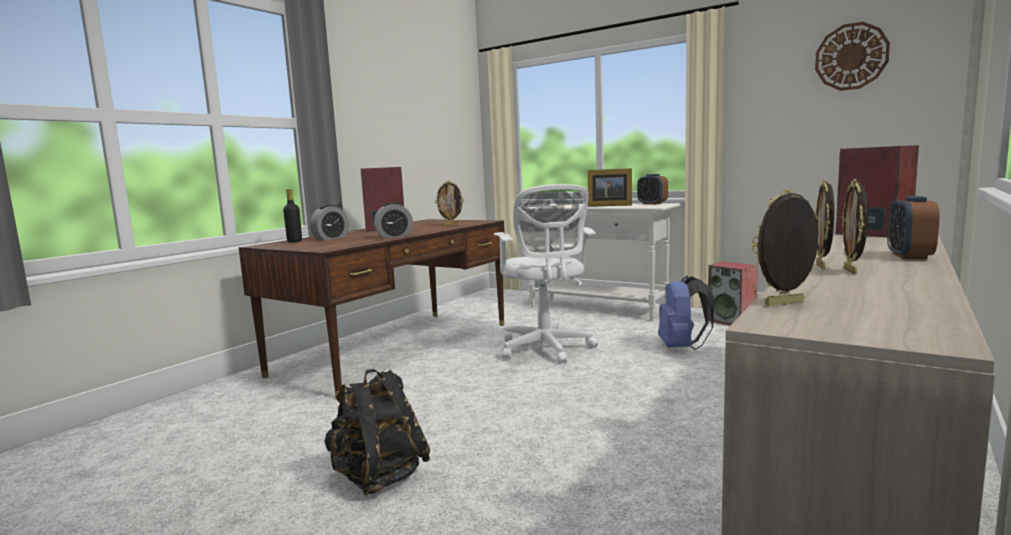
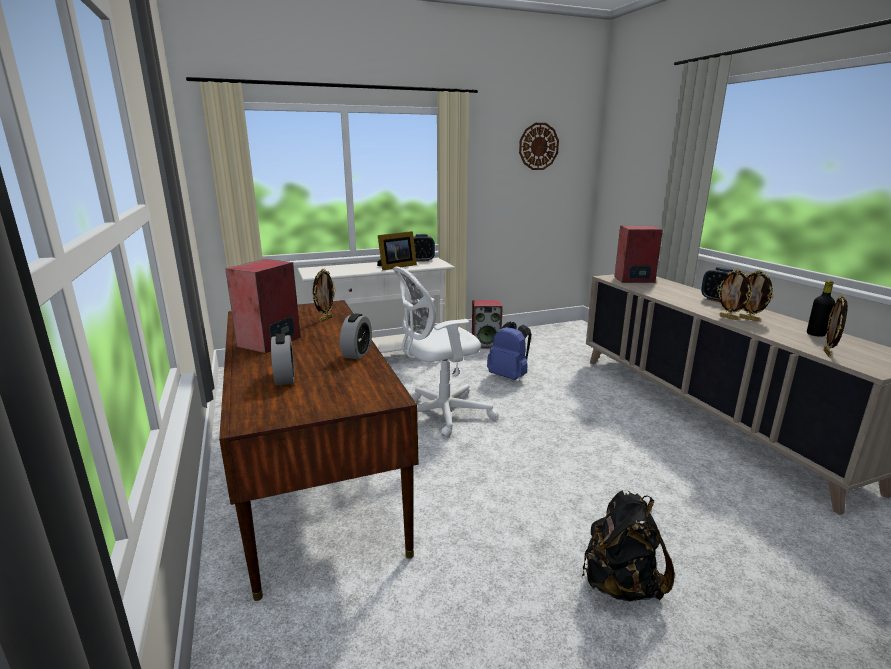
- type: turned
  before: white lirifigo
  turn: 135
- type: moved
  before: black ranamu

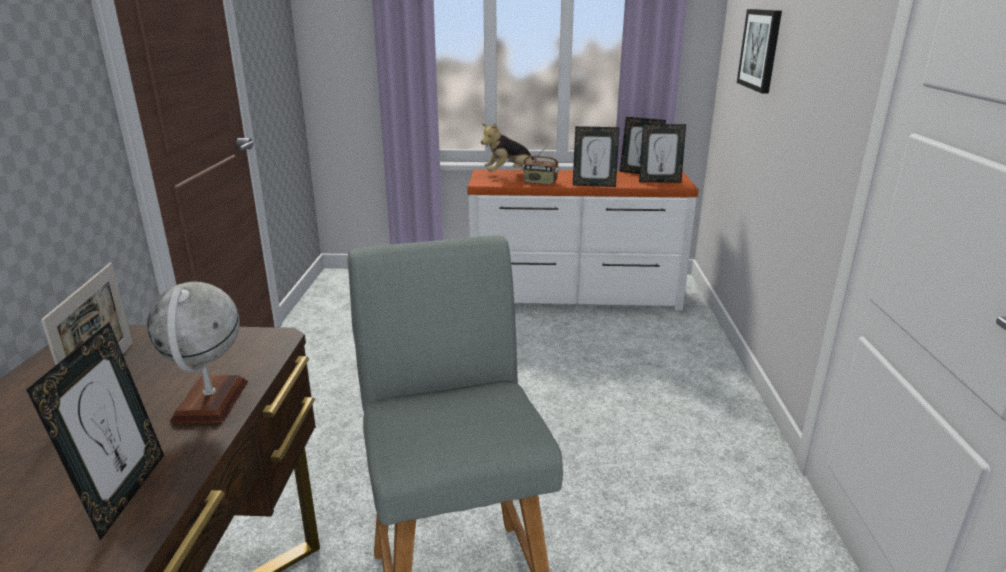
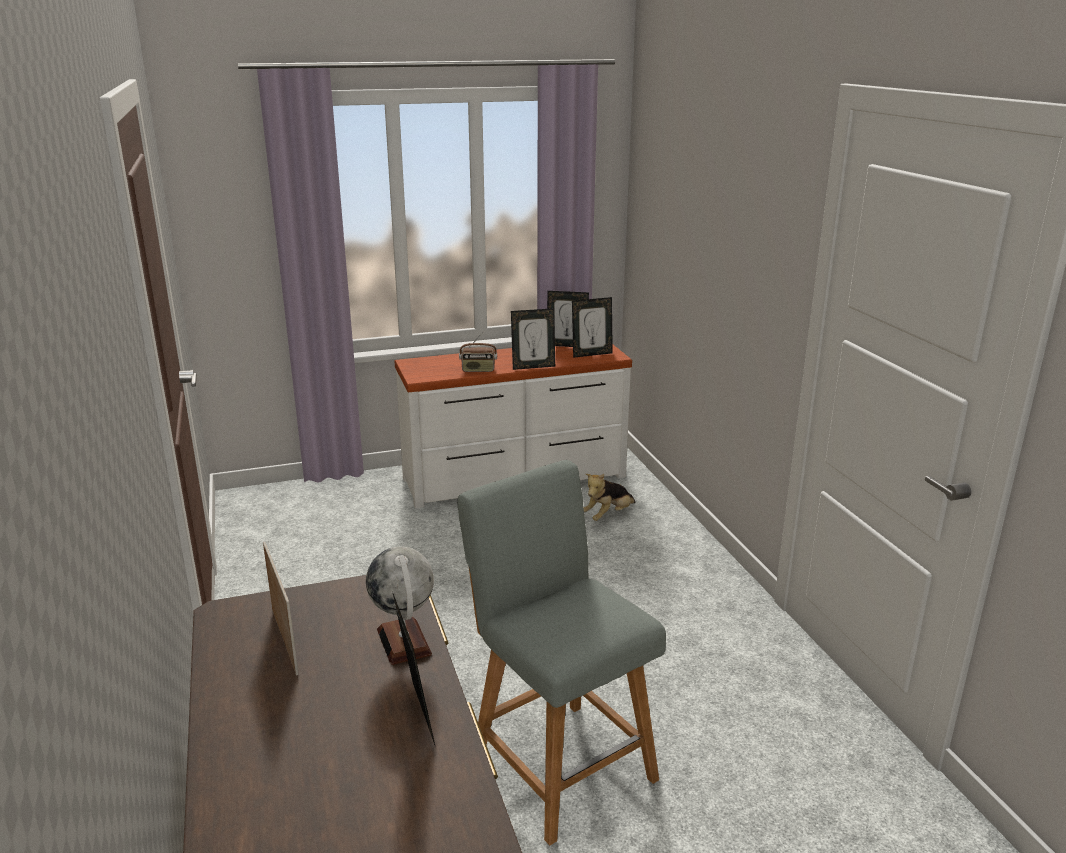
- type: moved
  before: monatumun
- type: removed
  before: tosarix

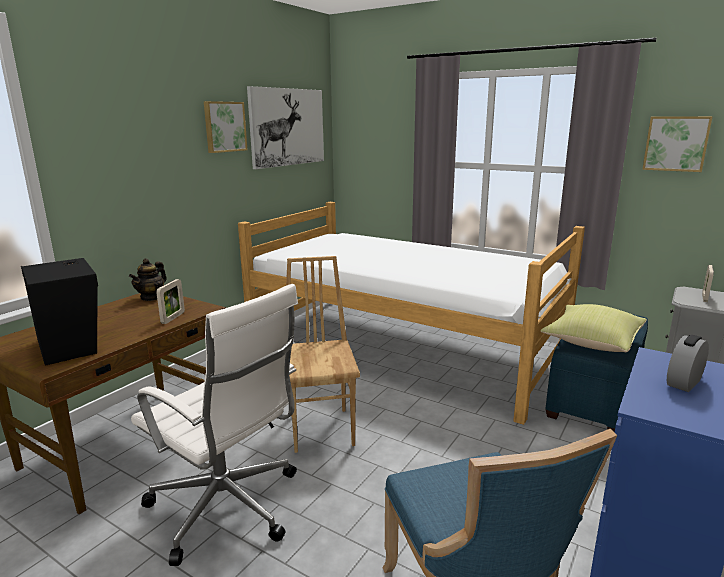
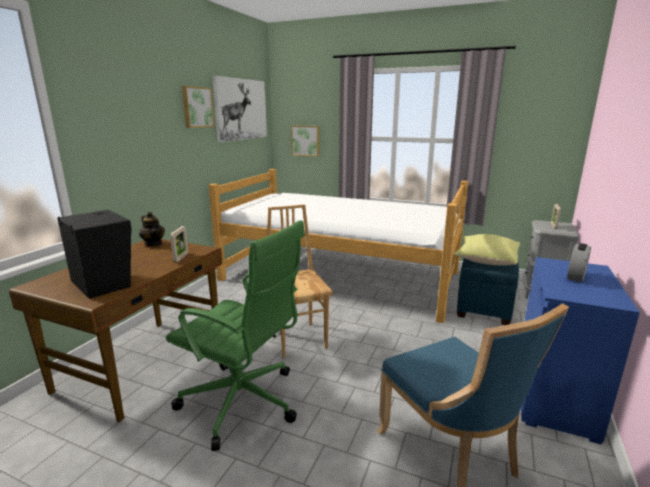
- type: turned
  before: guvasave
  turn: -60
- type: recoloured
  before: white lirifigo
  after: green lirifigo
- type: moved
  before: tosarix (3rd from left)

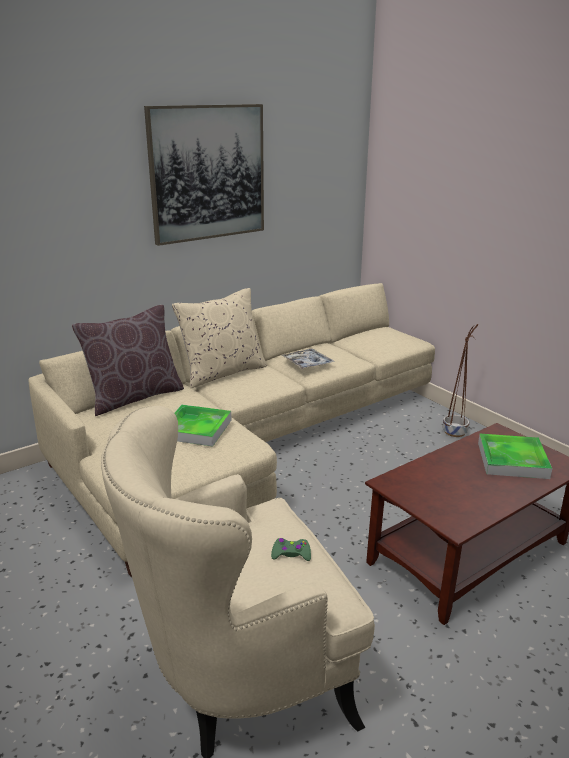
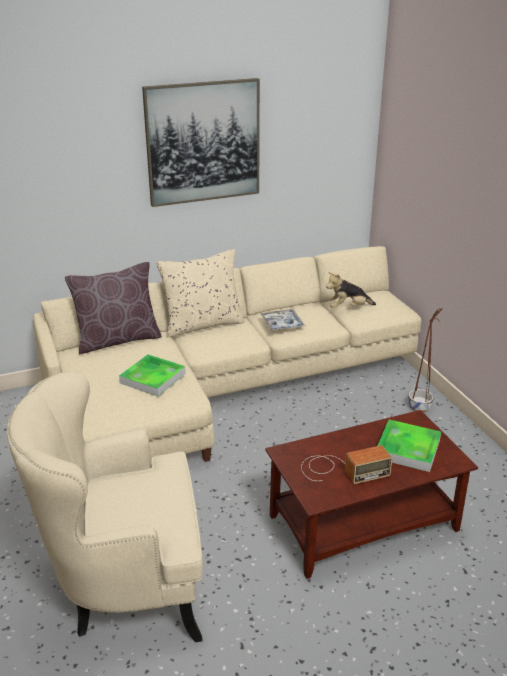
- type: added
  after: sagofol
- type: added
  after: monatumun
- type: removed
  before: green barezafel

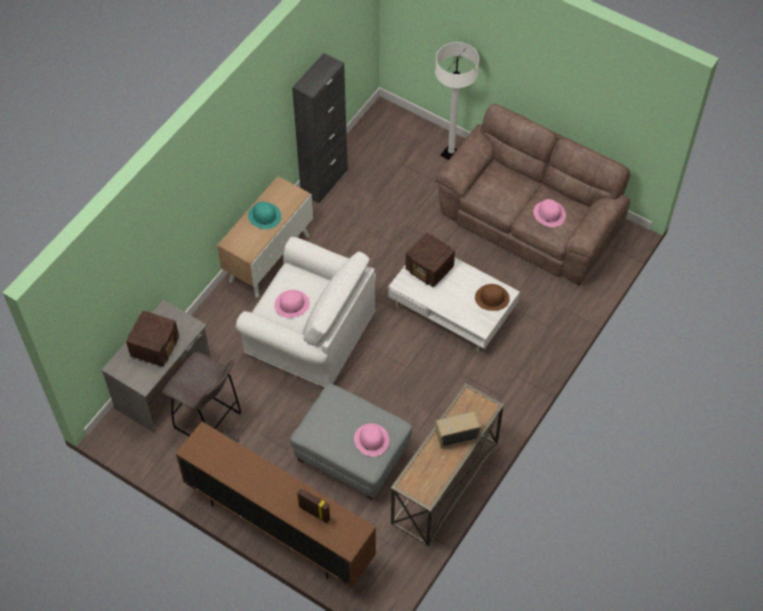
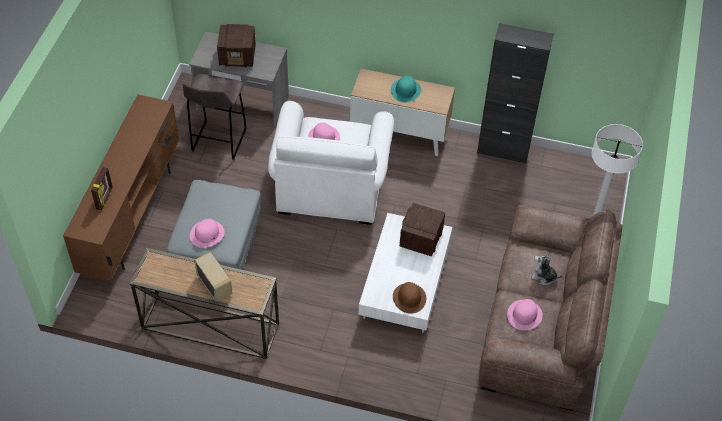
- type: added
  after: monatumun

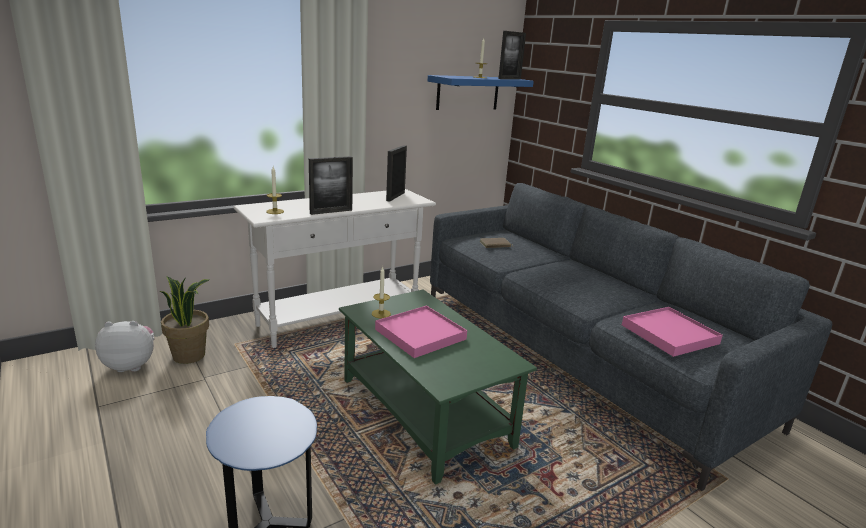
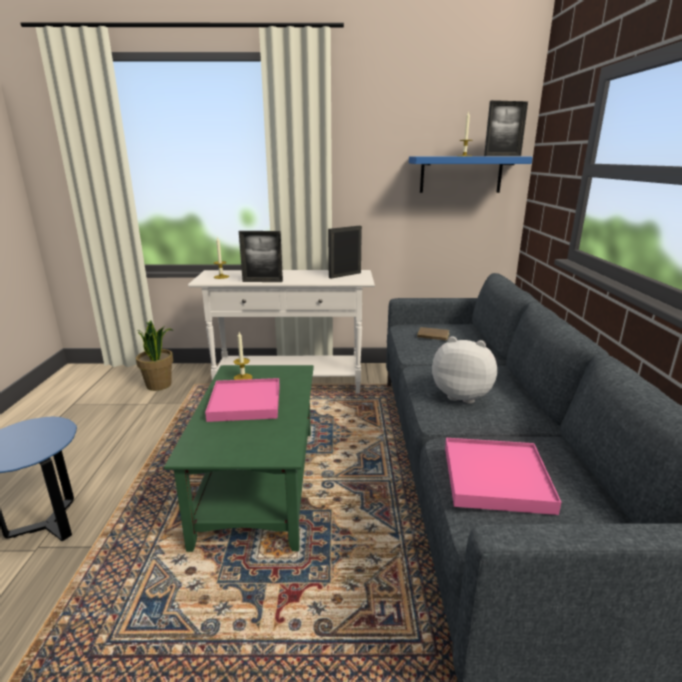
- type: moved
  before: monatumun

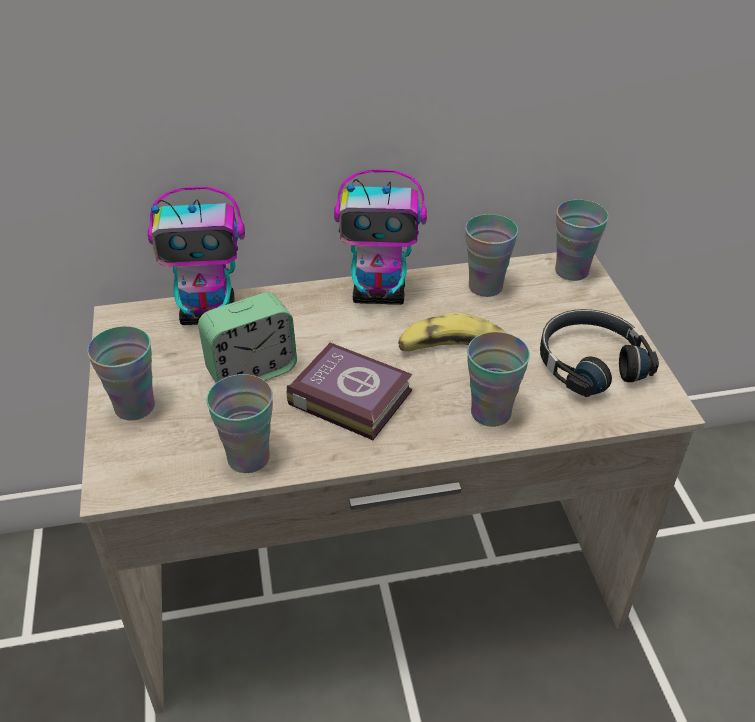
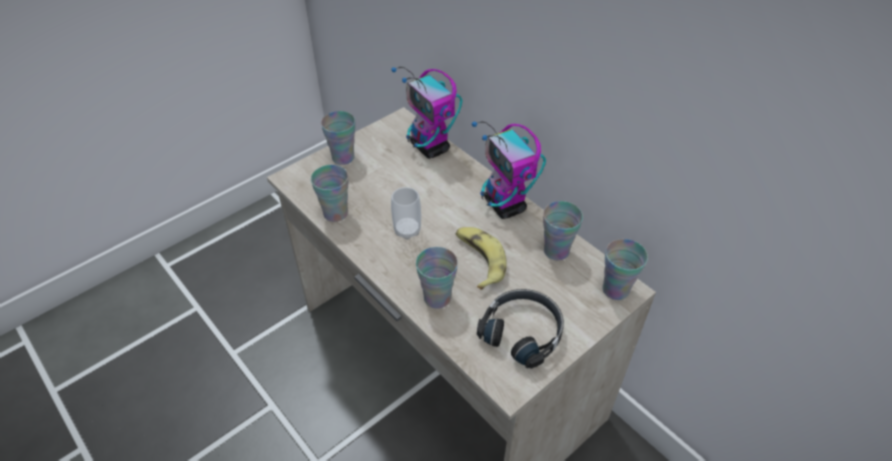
- type: replaced
  before: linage
  after: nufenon (3rd from left)
- type: removed
  before: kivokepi

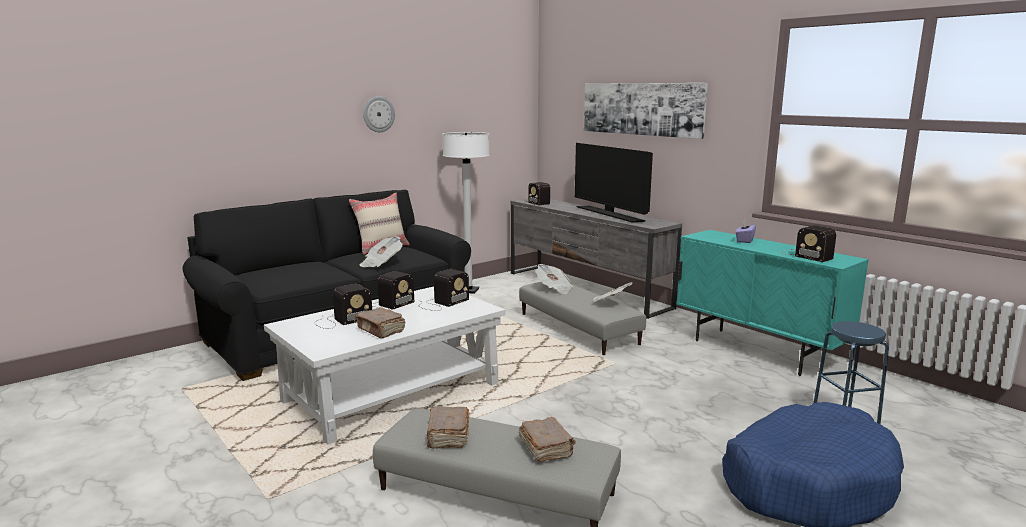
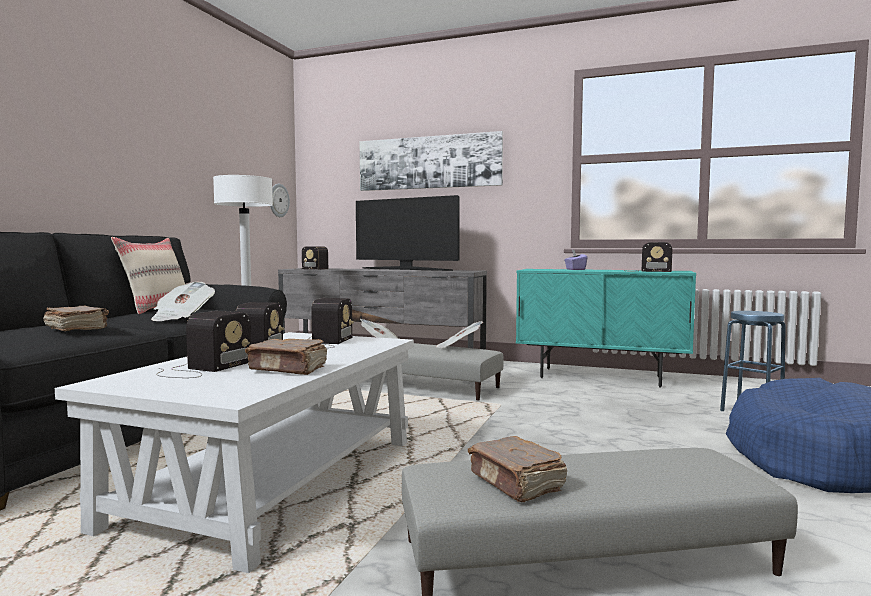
- type: moved
  before: brown linage (3rd from left in the first image)
  after: brown linage (1st from left)
- type: moved
  before: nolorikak

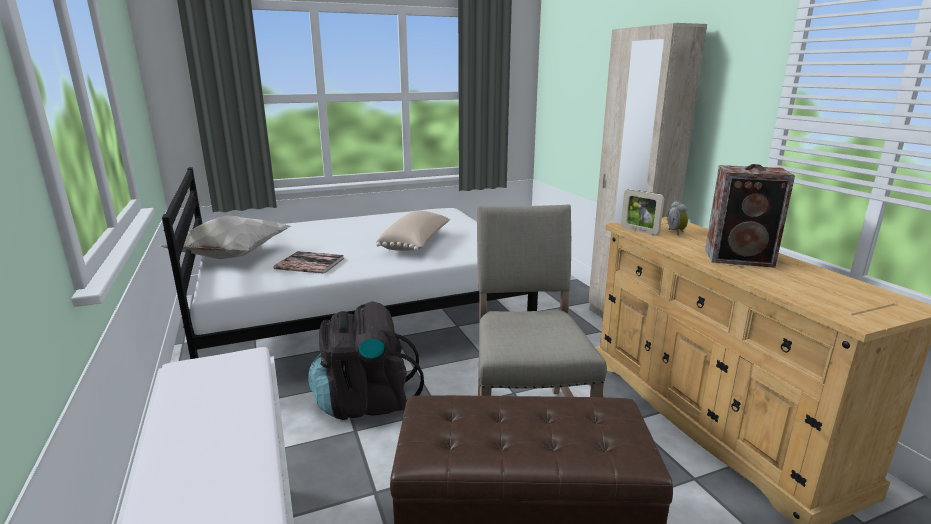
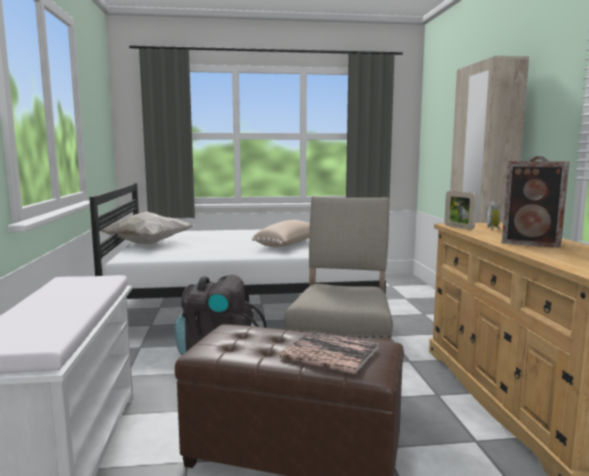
- type: moved
  before: linage

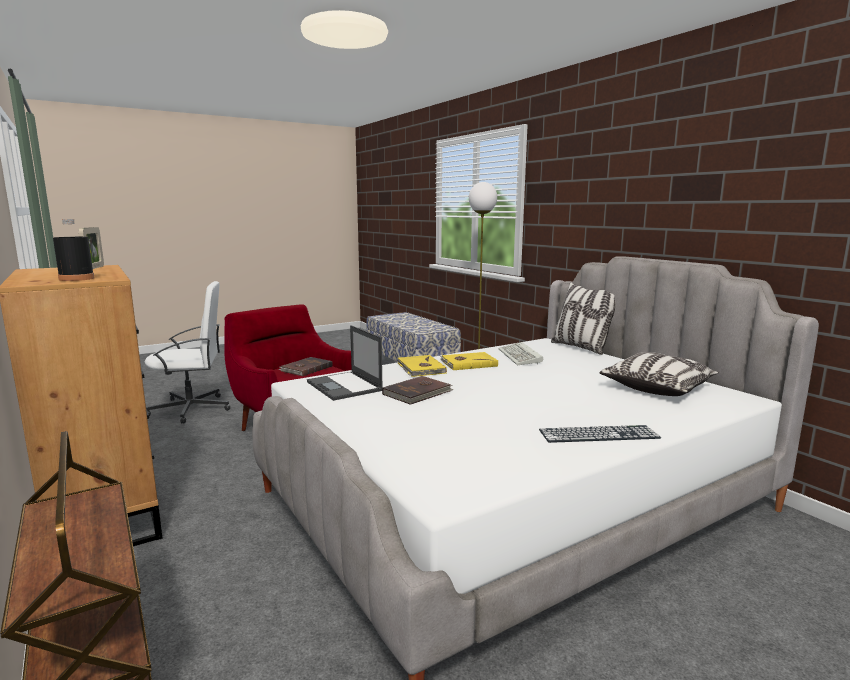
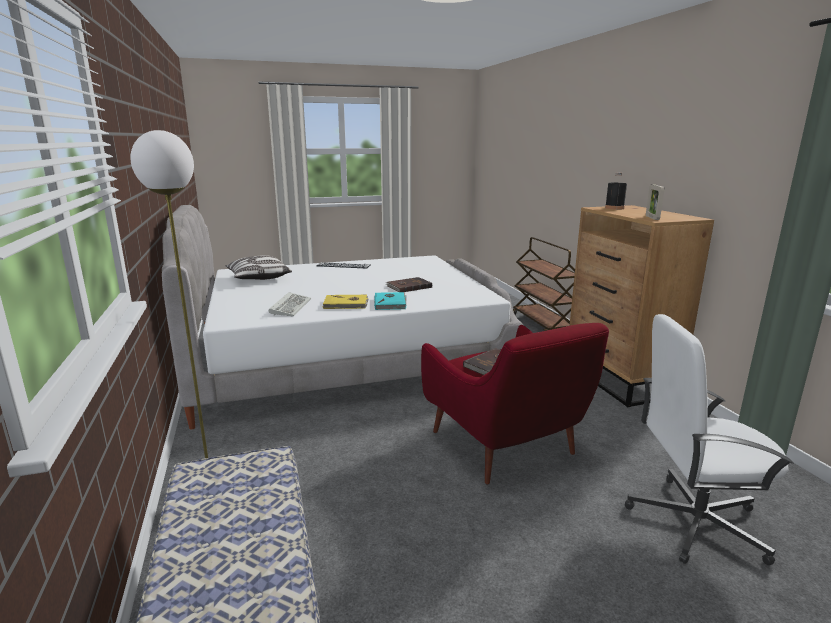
- type: recoloured
  before: yellow linage (1st from left)
  after: turquoise linage
- type: removed
  before: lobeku
- type: removed
  before: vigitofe (1st from left)

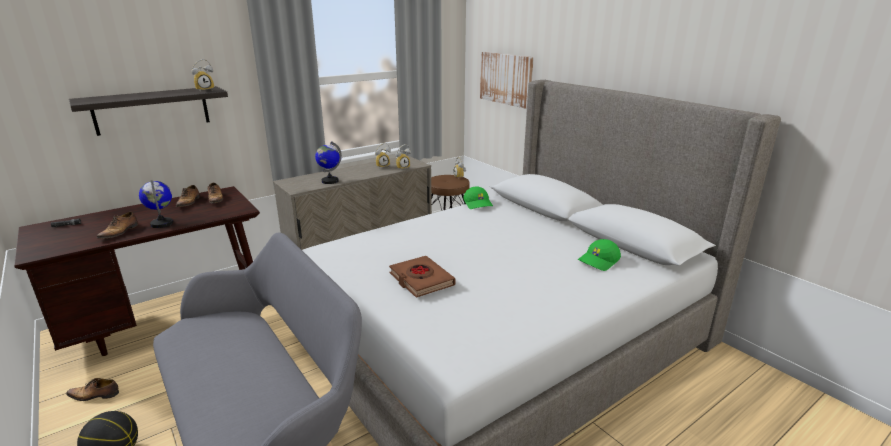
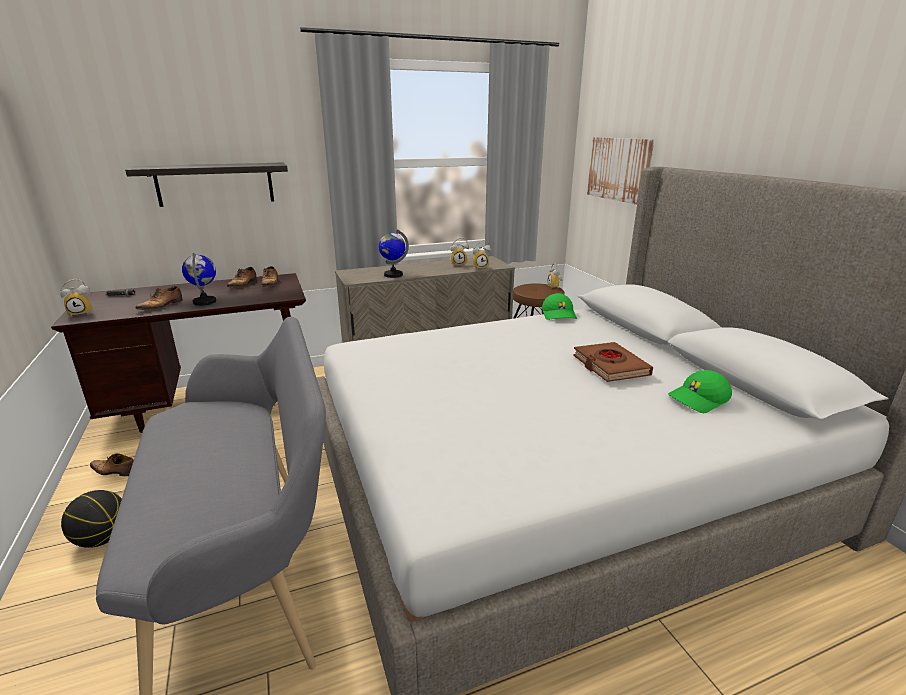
- type: moved
  before: kivokepi (1st from left)
- type: moved
  before: brown linage

